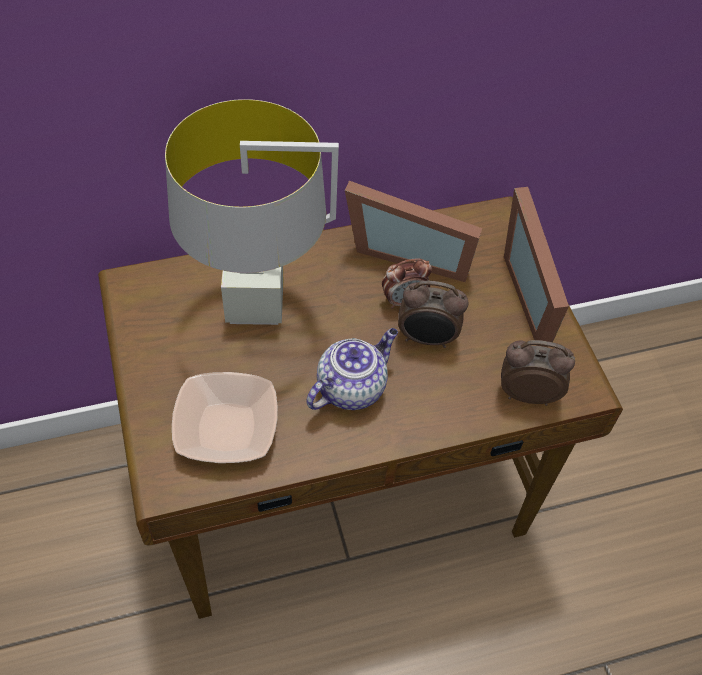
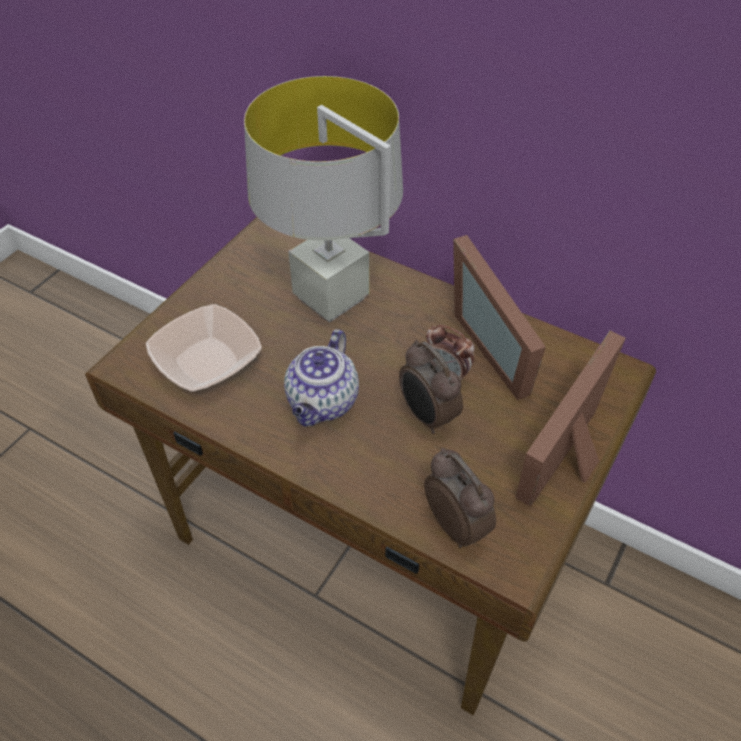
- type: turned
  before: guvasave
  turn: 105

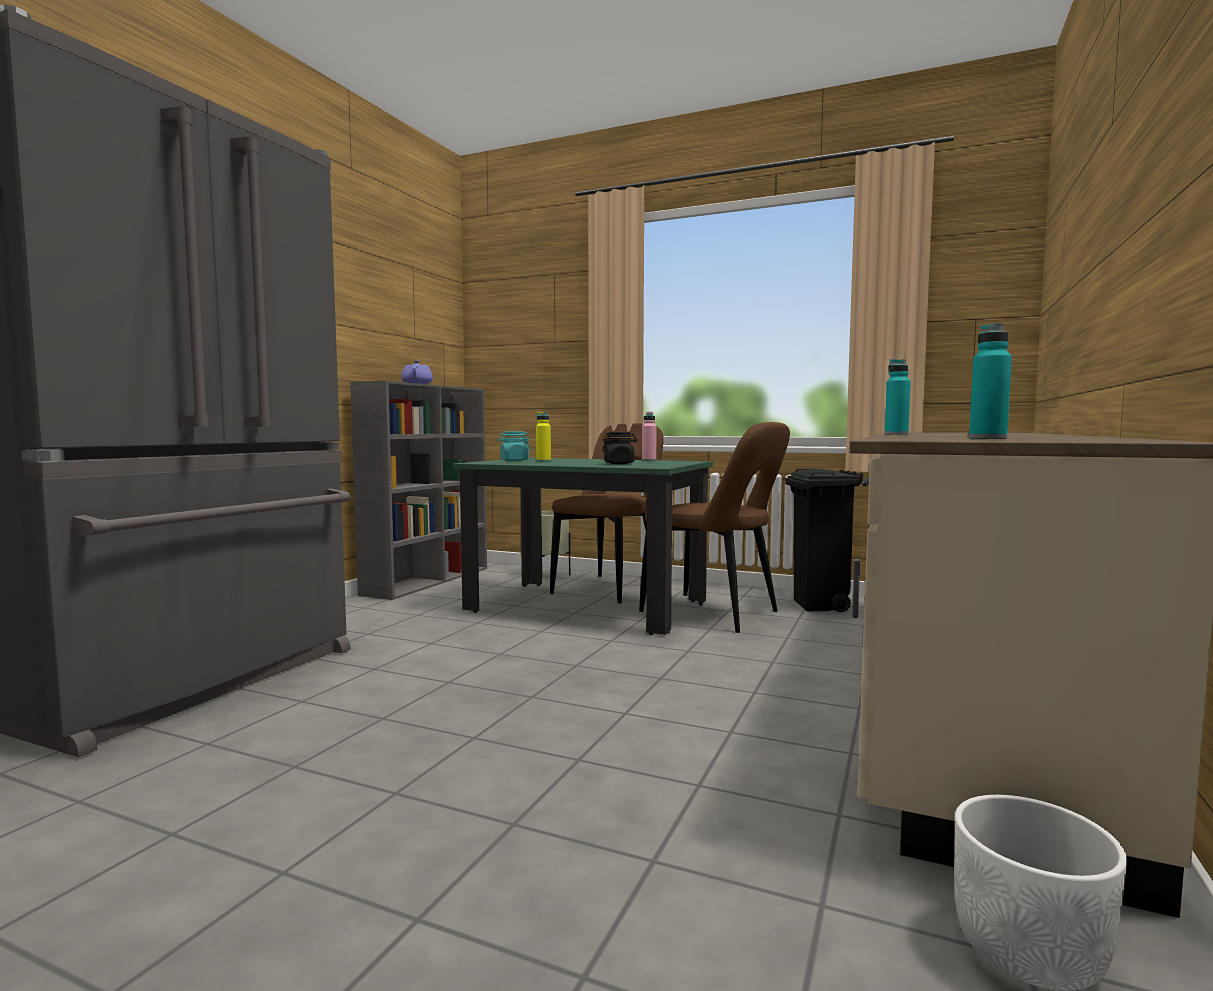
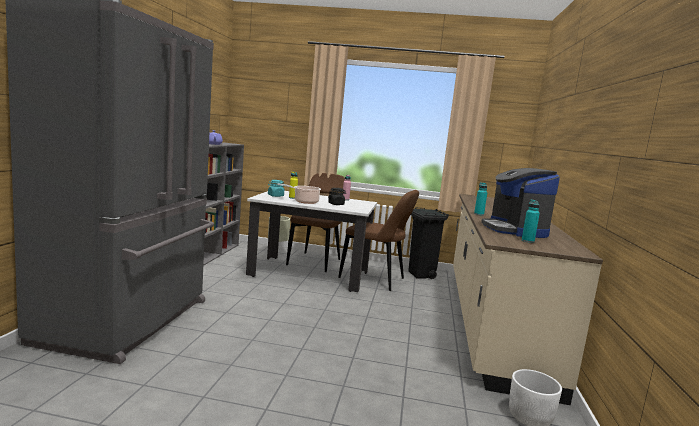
- type: recoloured
  before: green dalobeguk
  after: white dalobeguk
- type: added
  after: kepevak
- type: added
  after: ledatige

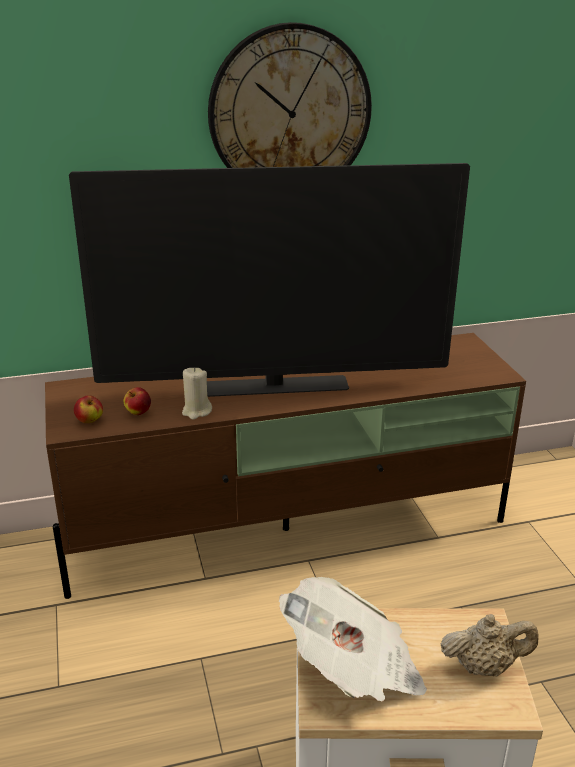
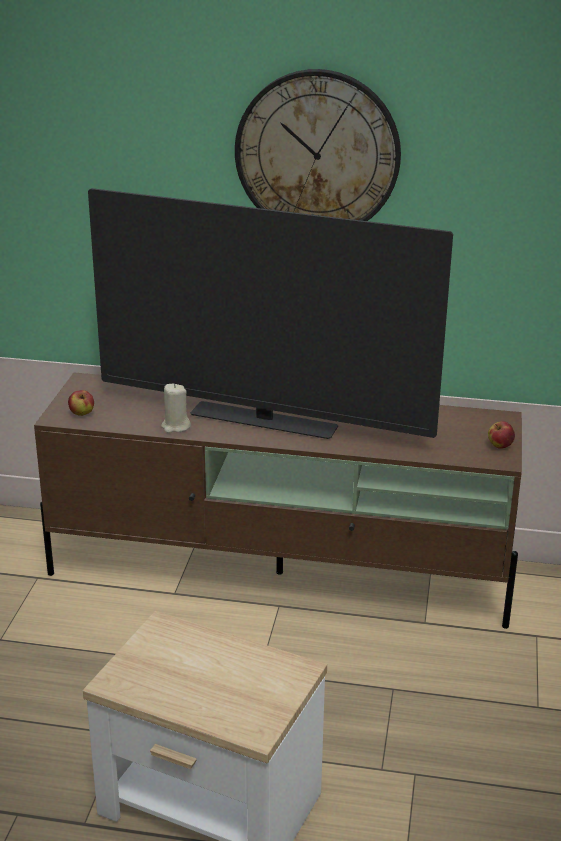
- type: moved
  before: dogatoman (2nd from left)
- type: removed
  before: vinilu
- type: removed
  before: beige guvasave

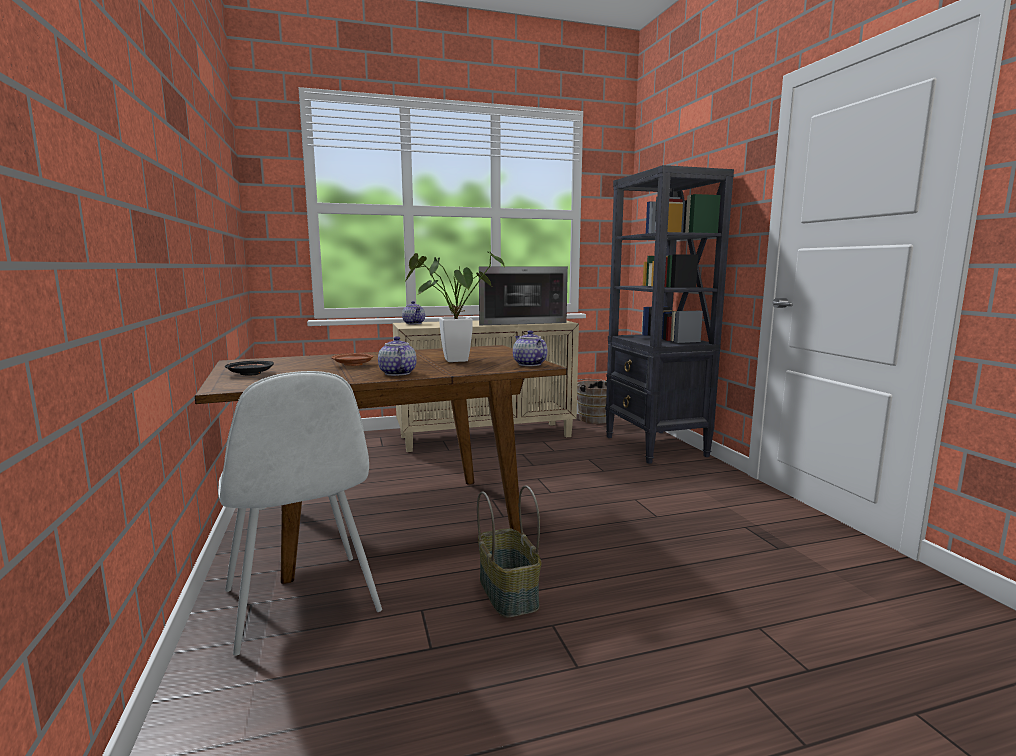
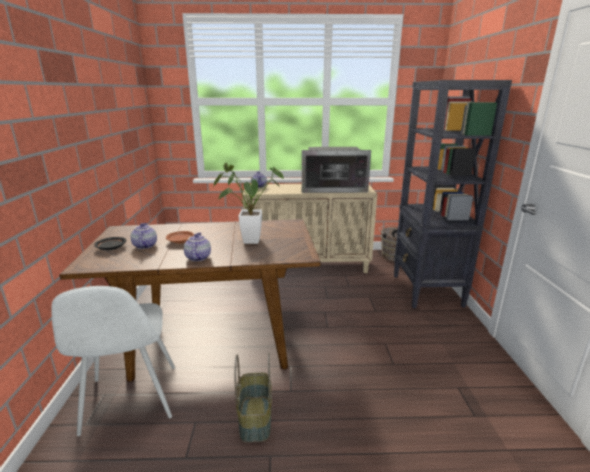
- type: moved
  before: guvasave (3rd from left in the first image)
  after: guvasave (1st from left)

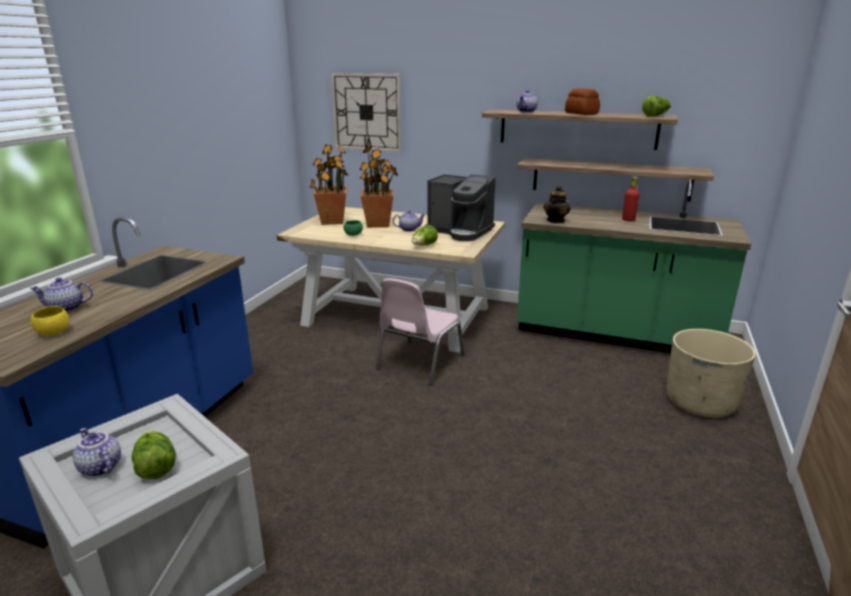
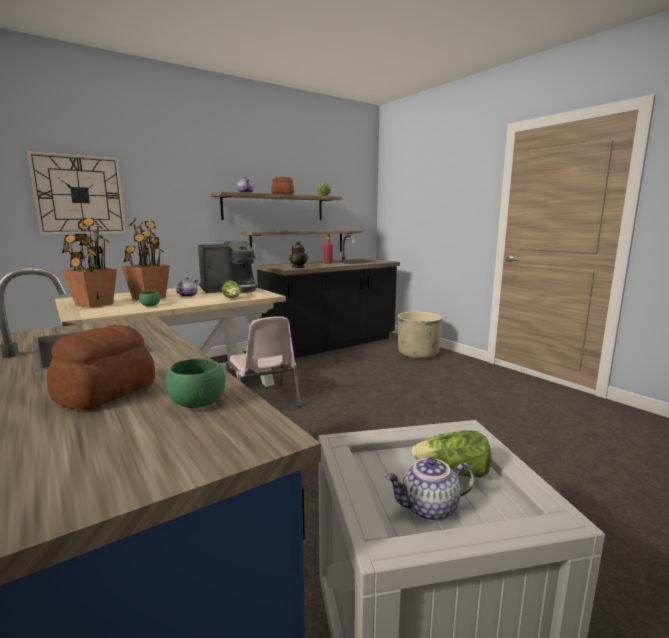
- type: replaced
  before: guvasave (1st from left)
  after: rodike (1st from left)
- type: recoloured
  before: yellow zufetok
  after: green zufetok (2nd from left)
- type: recoloured
  before: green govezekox
  after: black govezekox

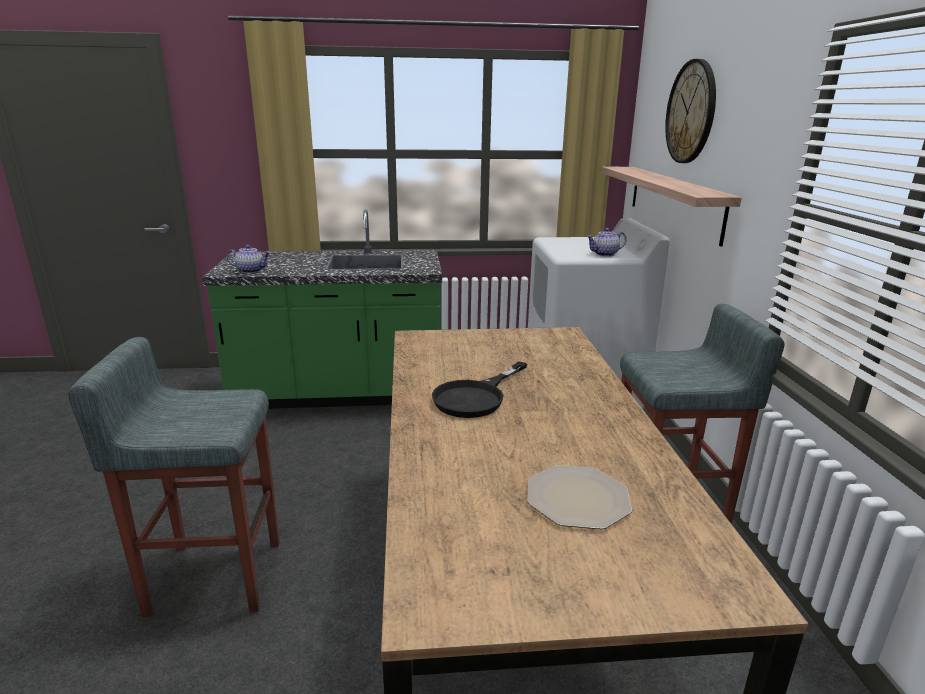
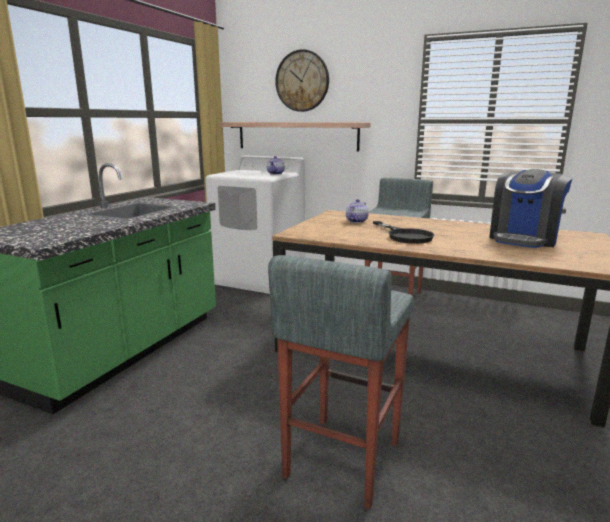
- type: moved
  before: guvasave (1st from left in the first image)
  after: guvasave (2nd from left)
- type: replaced
  before: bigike
  after: ledatige

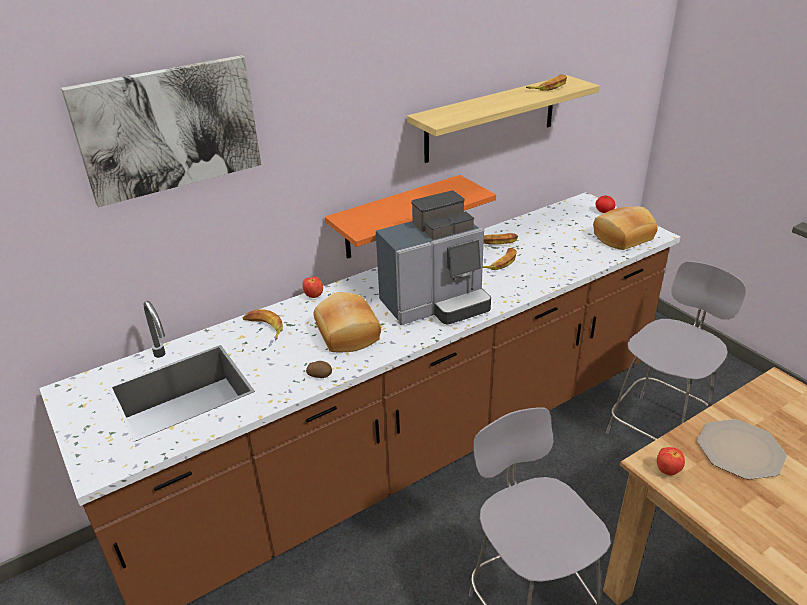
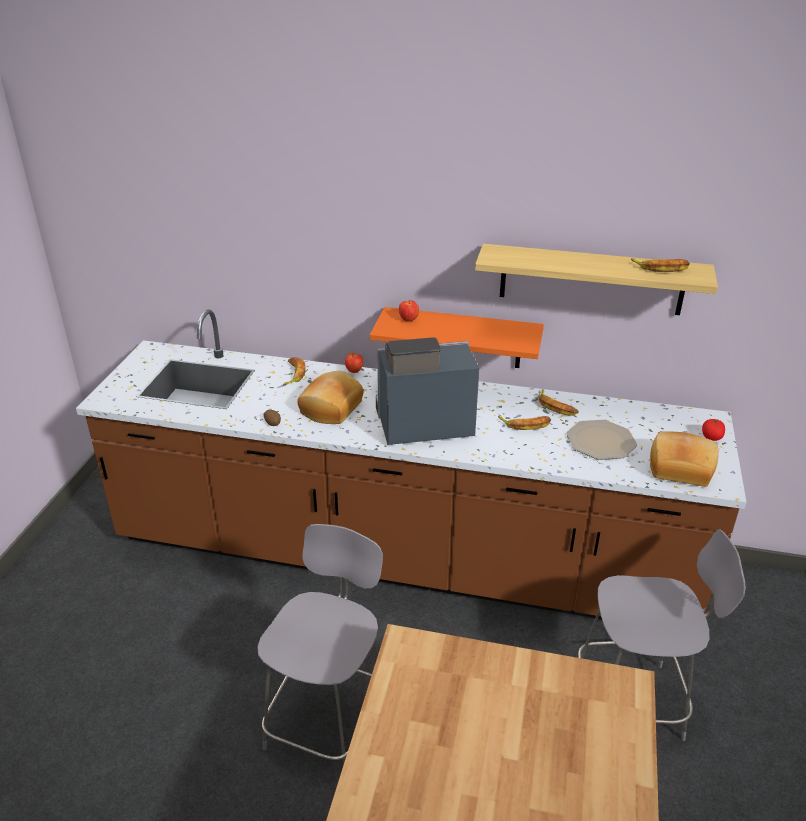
- type: turned
  before: ledatige
  turn: 150
- type: moved
  before: dogatoman (2nd from left)
- type: moved
  before: bigike
- type: removed
  before: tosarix

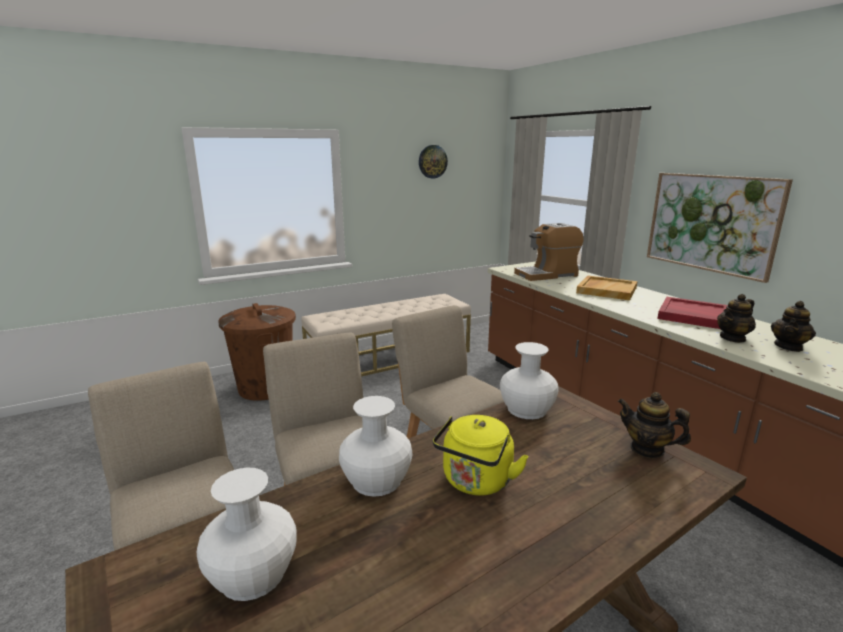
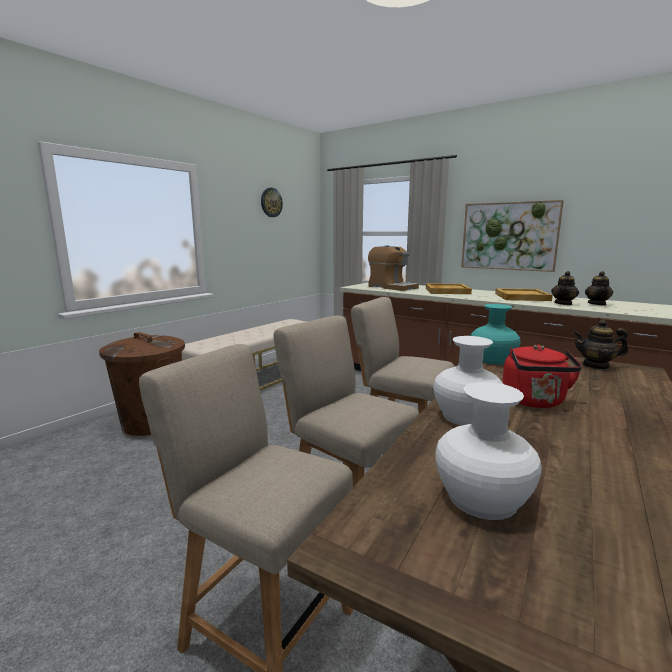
- type: turned
  before: ledatige
  turn: -90
- type: recoloured
  before: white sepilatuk (3rd from left)
  after: turquoise sepilatuk
- type: recoloured
  before: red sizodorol
  after: beige sizodorol (2nd from left)
- type: recoloured
  before: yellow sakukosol
  after: red sakukosol

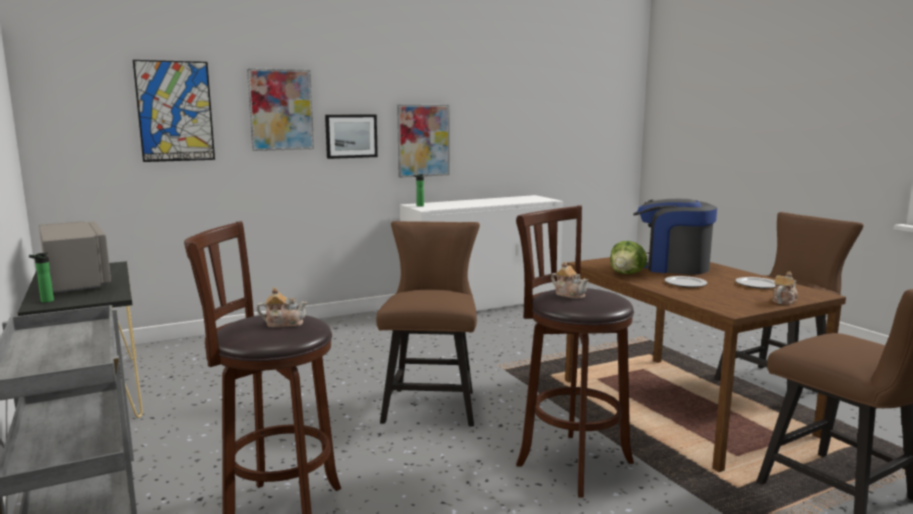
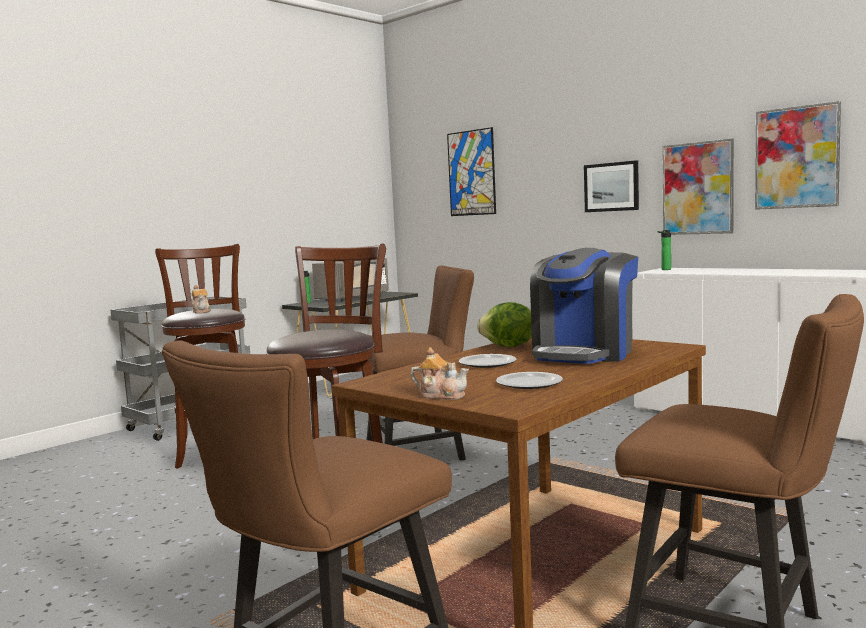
- type: turned
  before: ledatige
  turn: -150
- type: moved
  before: tosarix (2nd from left in the first image)
  after: tosarix (4th from left)
- type: removed
  before: guvasave (2nd from left)

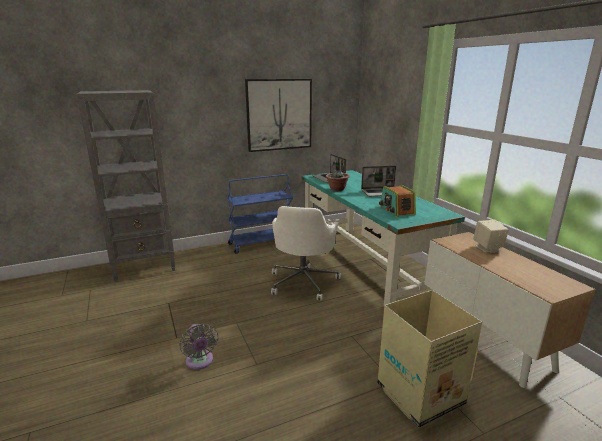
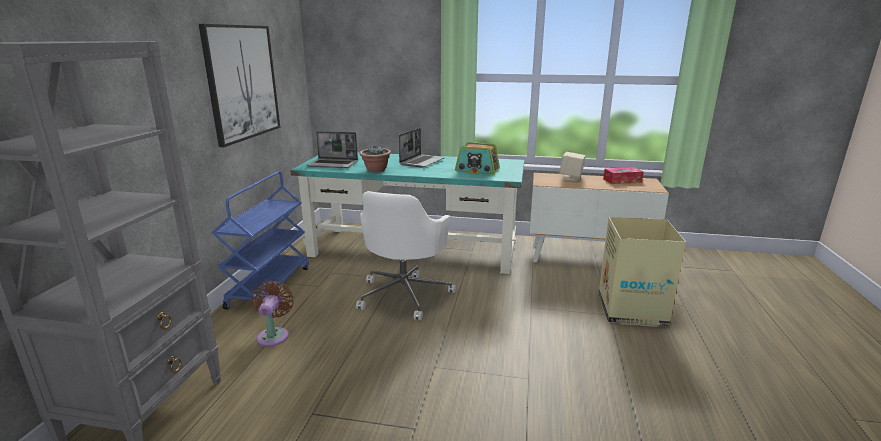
- type: added
  after: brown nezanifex
- type: turned
  before: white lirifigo
  turn: 60
- type: added
  after: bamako
- type: removed
  before: grey nezanifex

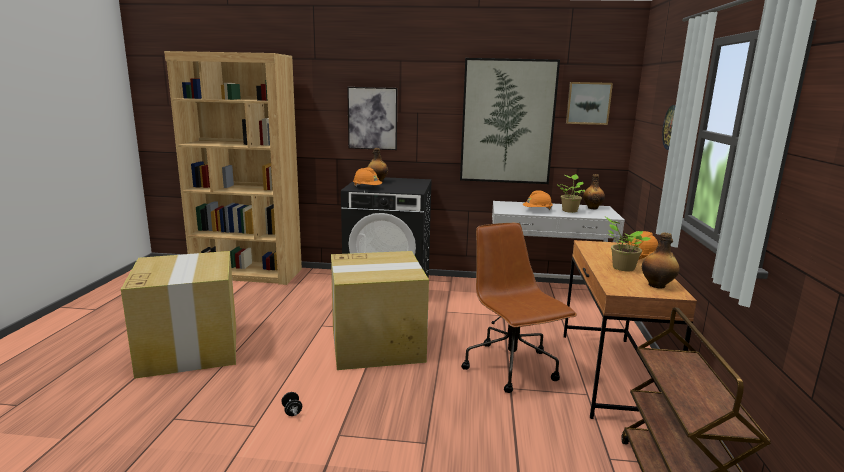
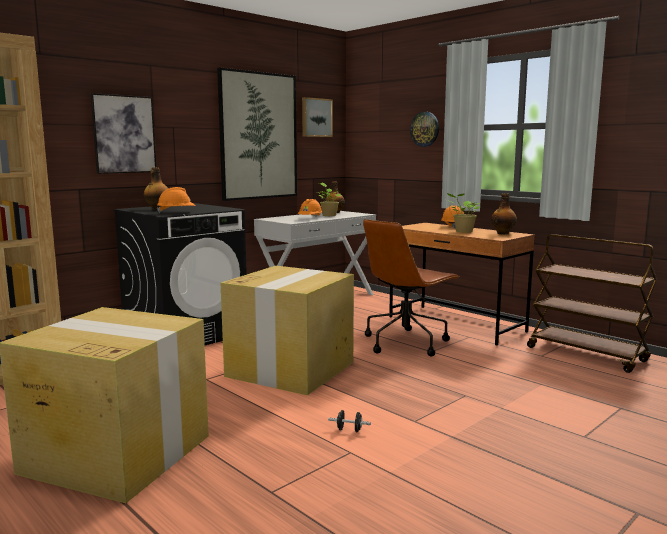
- type: turned
  before: brown lirifigo
  turn: -60

